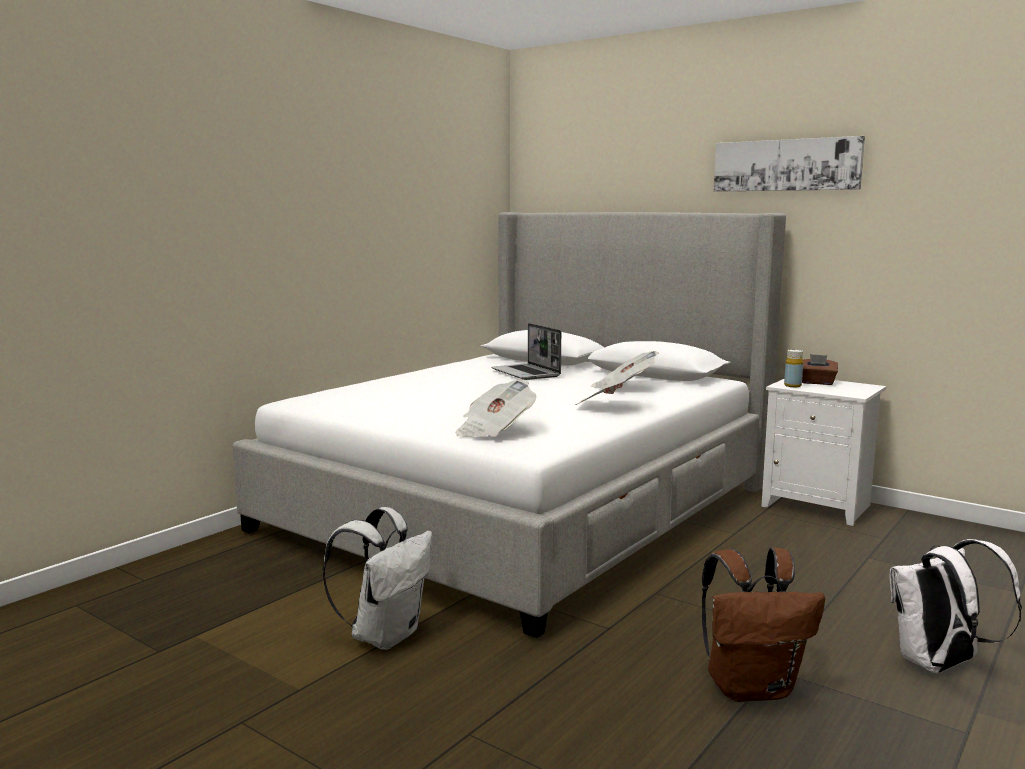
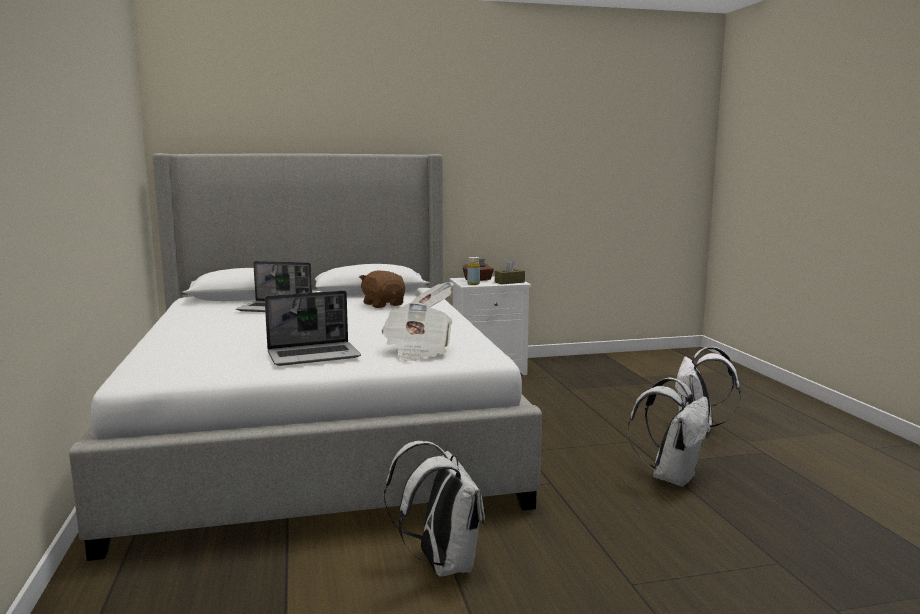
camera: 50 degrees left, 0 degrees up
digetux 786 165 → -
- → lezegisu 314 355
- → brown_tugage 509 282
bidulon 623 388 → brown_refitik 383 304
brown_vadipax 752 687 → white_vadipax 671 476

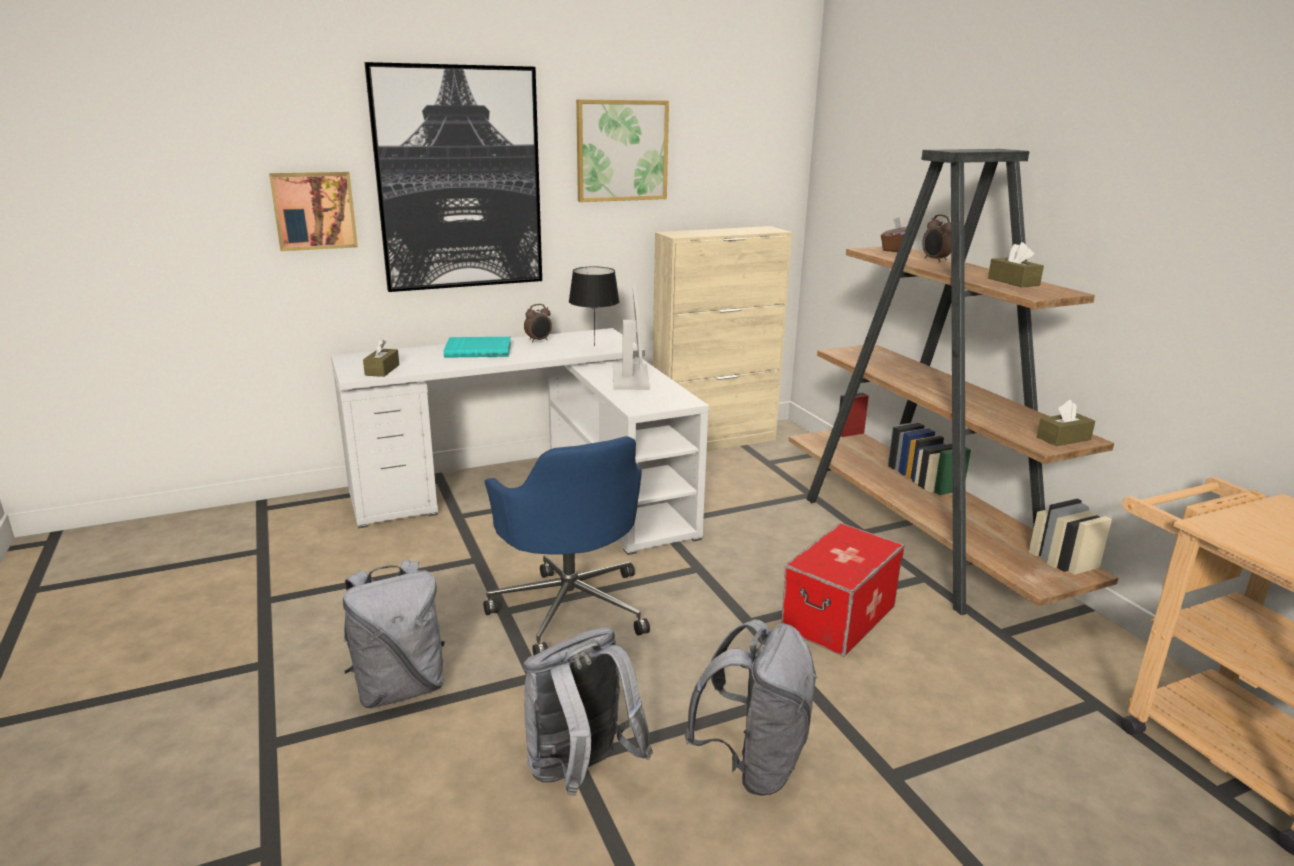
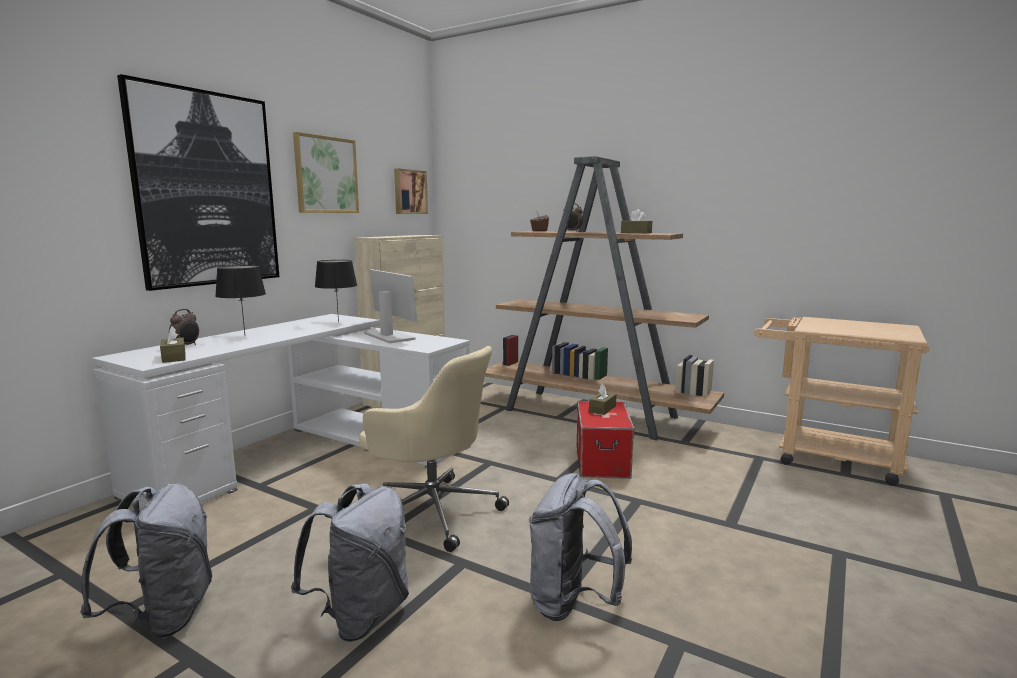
camera: 35 degrees left, 10 degrees down
digetux 314 210 → digetux 409 192, moved
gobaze 538 340 → gobaze 186 346, moved
grey_vadipax 753 763 → grey_vadipax 164 617, moved
brown_tugage 1063 438 → brown_tugage 602 409, moved
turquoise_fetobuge 478 350 → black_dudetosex 244 336
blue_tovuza 570 607 → beige_tovuza 432 512

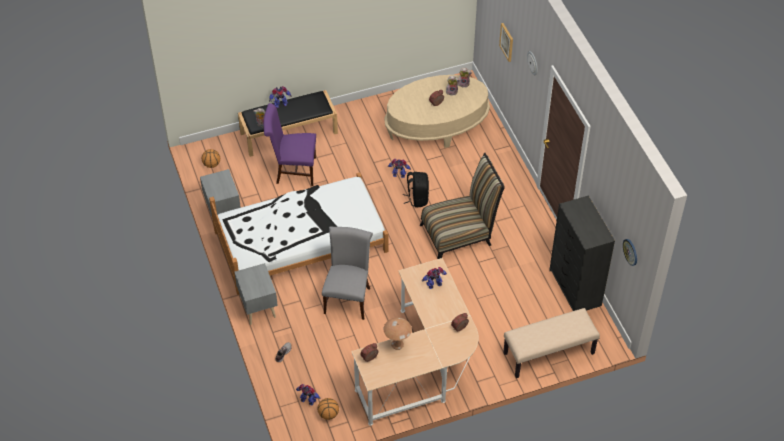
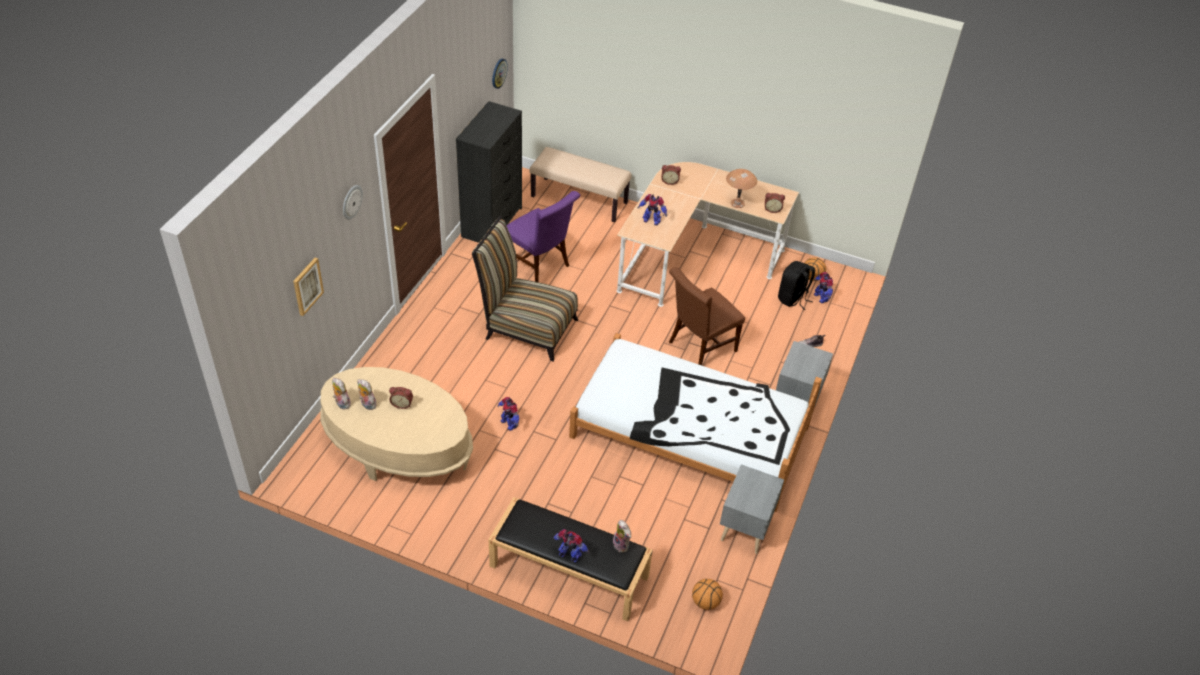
camera: 140 degrees left, 5 degrees down
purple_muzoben 293 170 → purple_muzoben 540 266, moved
black_vadipax 417 198 → black_vadipax 793 298, moved
grey_muzoben 348 298 → brown_muzoben 699 348

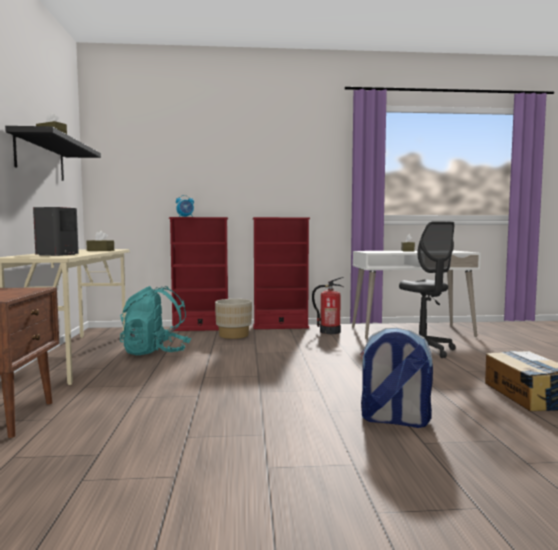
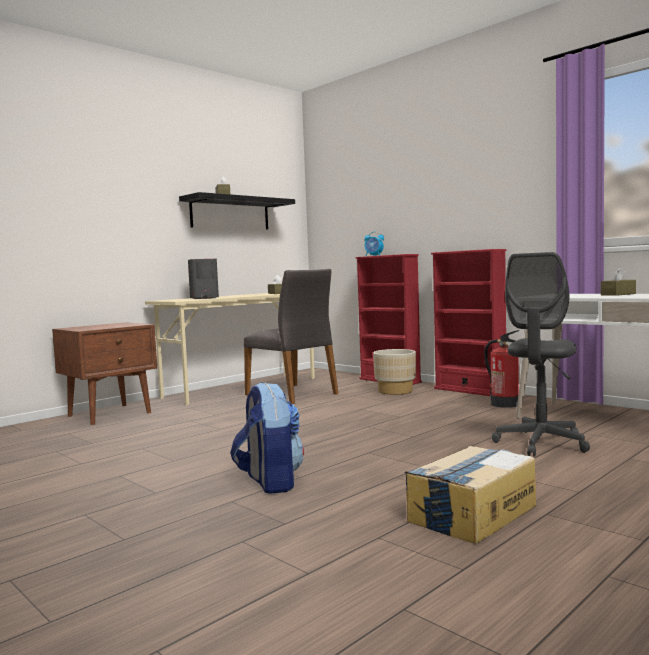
camera: 50 degrees right, 0 degrees up
turquoise_vadipax 155 352 → grey_muzoben 293 394

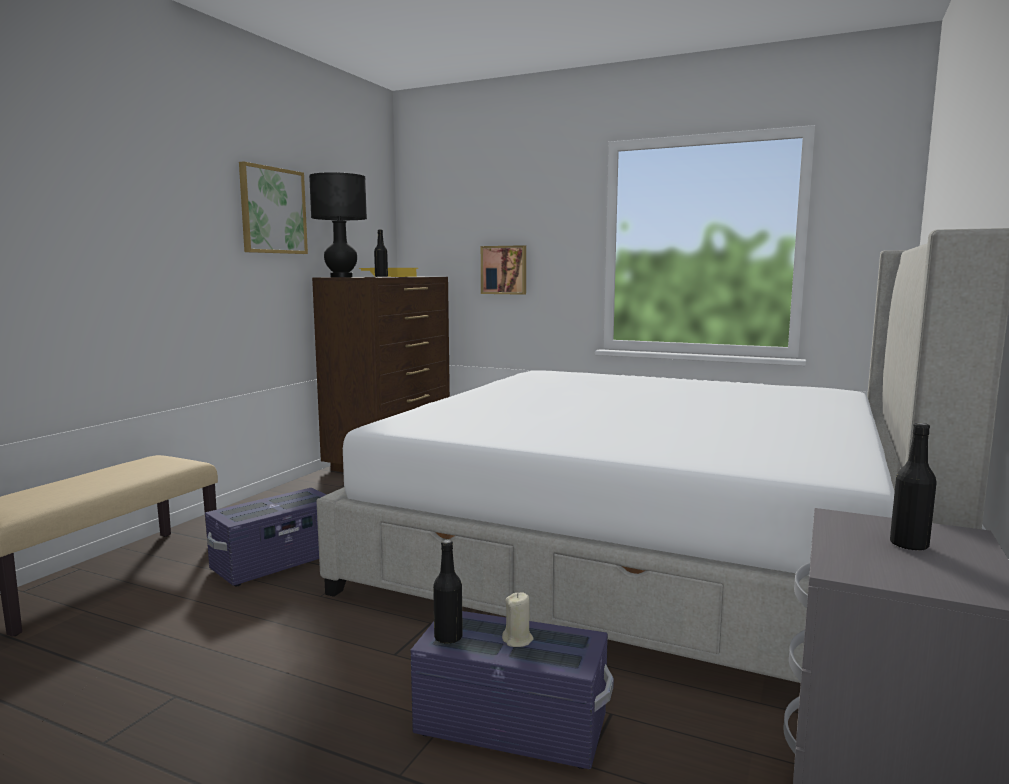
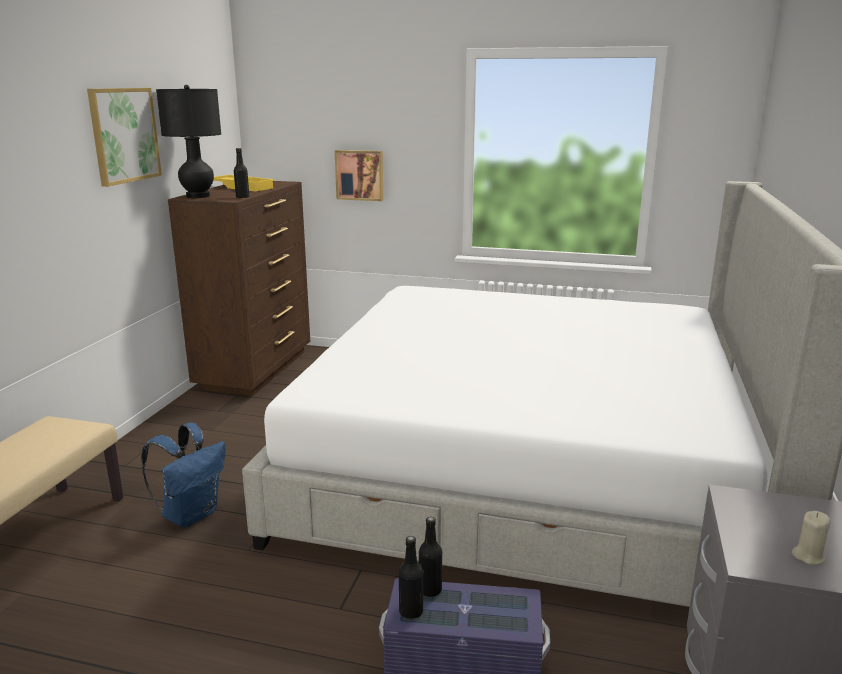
camera: 10 degrees left, 10 degrees up
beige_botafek 518 640 → beige_botafek 808 556, moved
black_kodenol 909 545 → black_kodenol 430 590, moved
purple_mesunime 277 563 → blue_vadipax 191 514

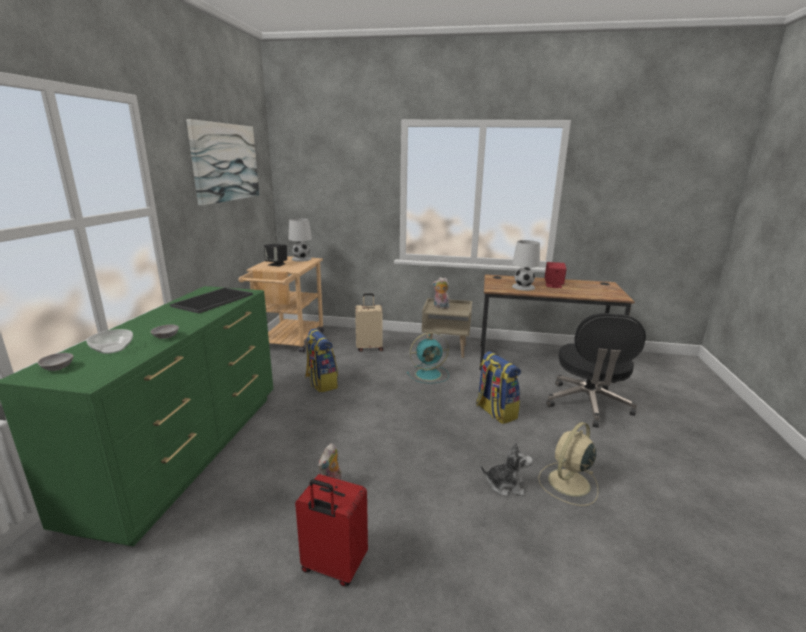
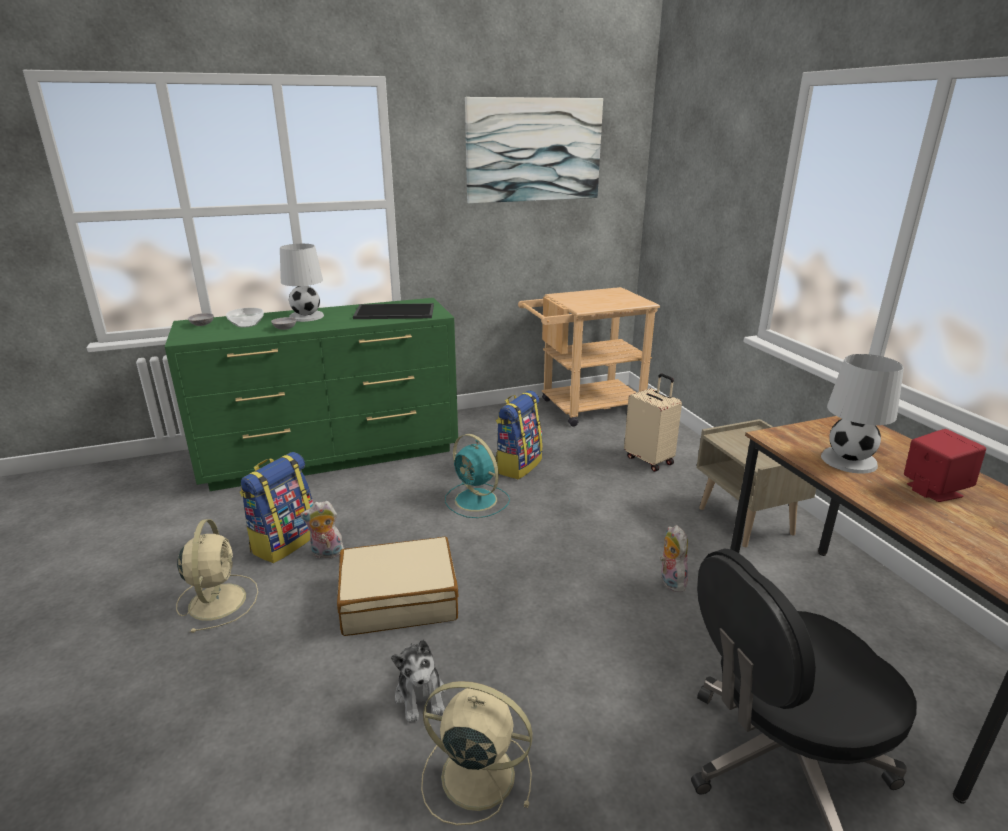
camera: 60 degrees right, 5 degrees up
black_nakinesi 277 264 → -
- → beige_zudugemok 399 599
white_dudetosex 301 259 → white_dudetosex 306 316, moved
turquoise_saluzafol 429 374 → turquoise_saluzafol 477 500, moved
refitik 440 307 → refitik 670 581, moved
vadipax 495 412 → vadipax 284 542, moved
red_zudugemok 333 567 → beige_saluzafol 218 600

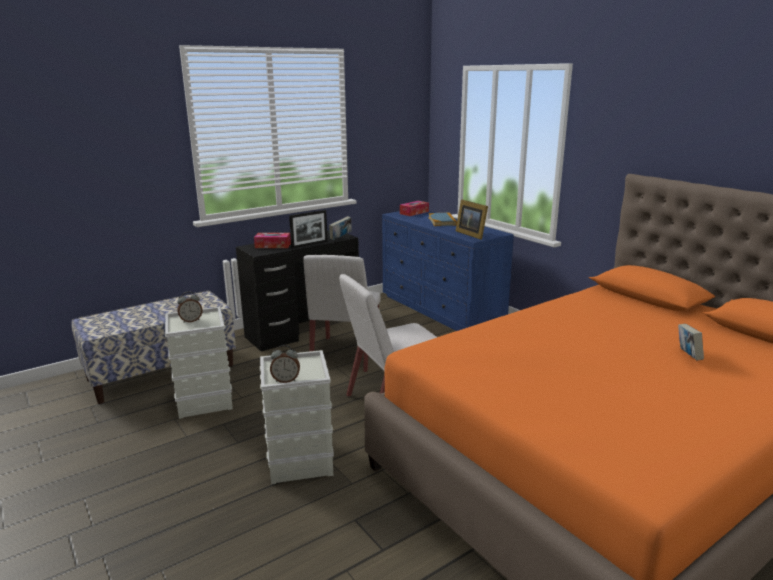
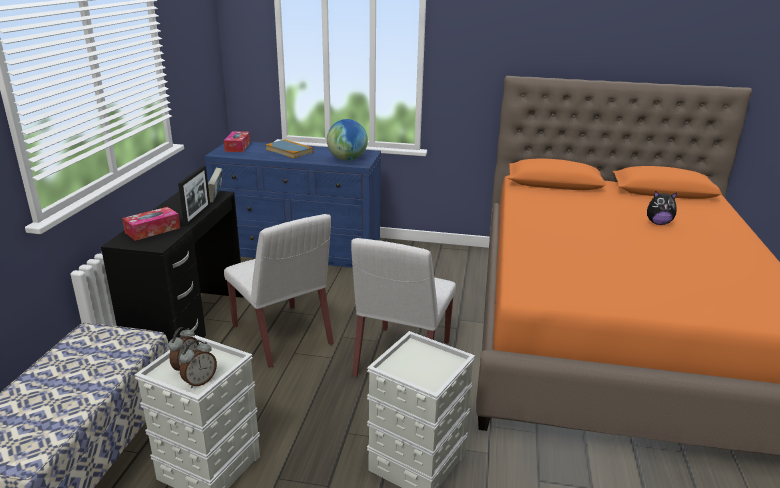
camera: 45 degrees left, 5 degrees up
gobaze 286 380 → gobaze 199 381, moved
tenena 471 234 → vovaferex 347 159
fetobuge 687 356 → refitik 658 223

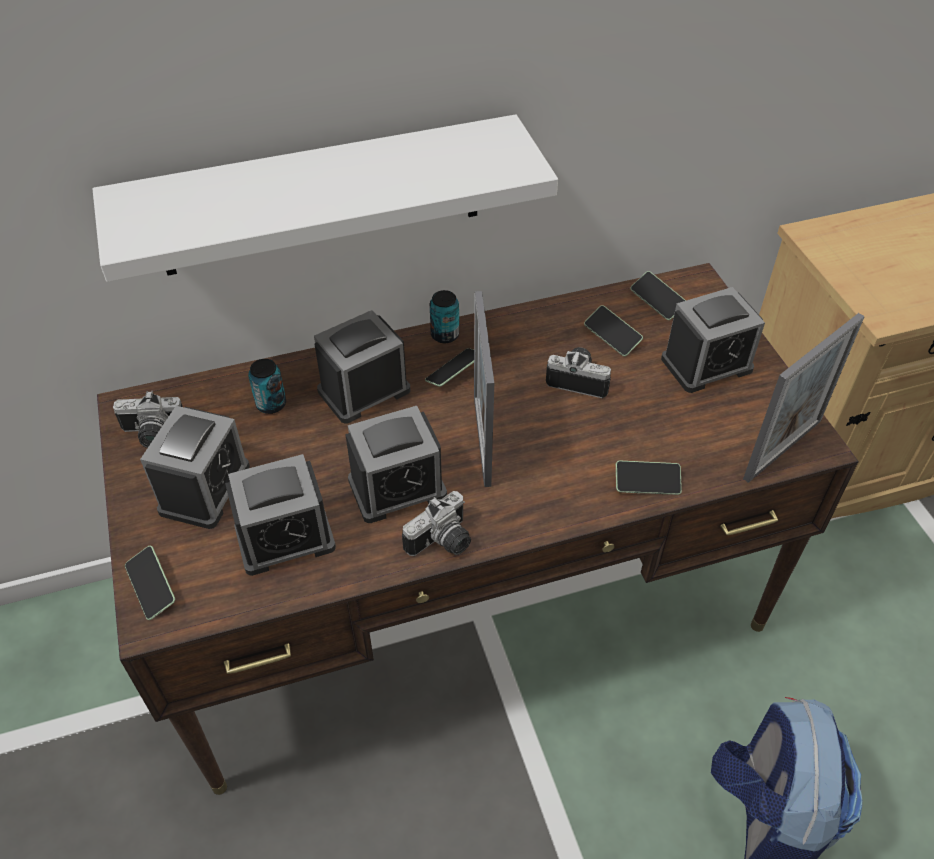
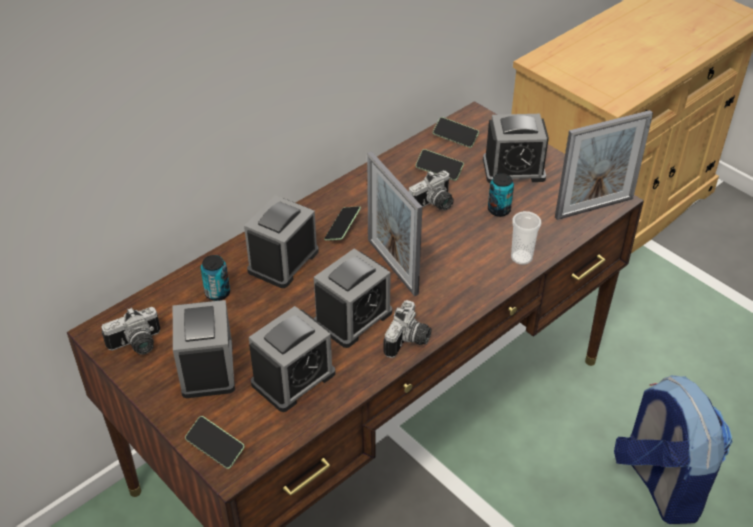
camera: 25 degrees left, 5 degrees down
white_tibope 320 197 → -
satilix 445 335 → satilix 499 210, moved
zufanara 647 483 → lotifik 521 257
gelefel 579 379 → gelefel 434 205, 150 degrees clockwise
gobaze 706 364 → gobaze 513 169, 45 degrees clockwise
tenena 782 449 → tenena 594 208, 45 degrees clockwise

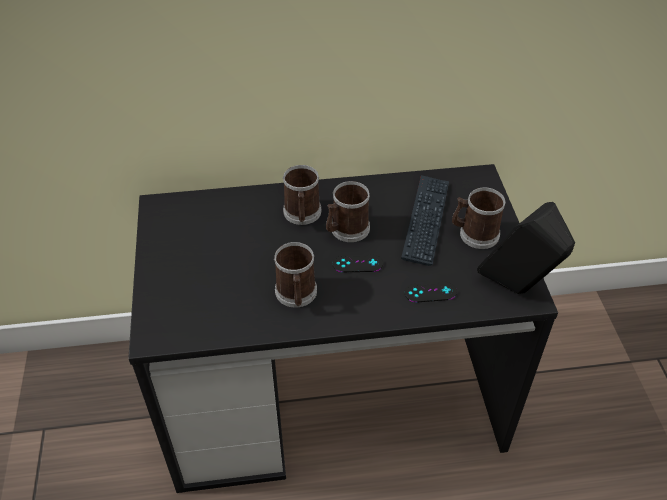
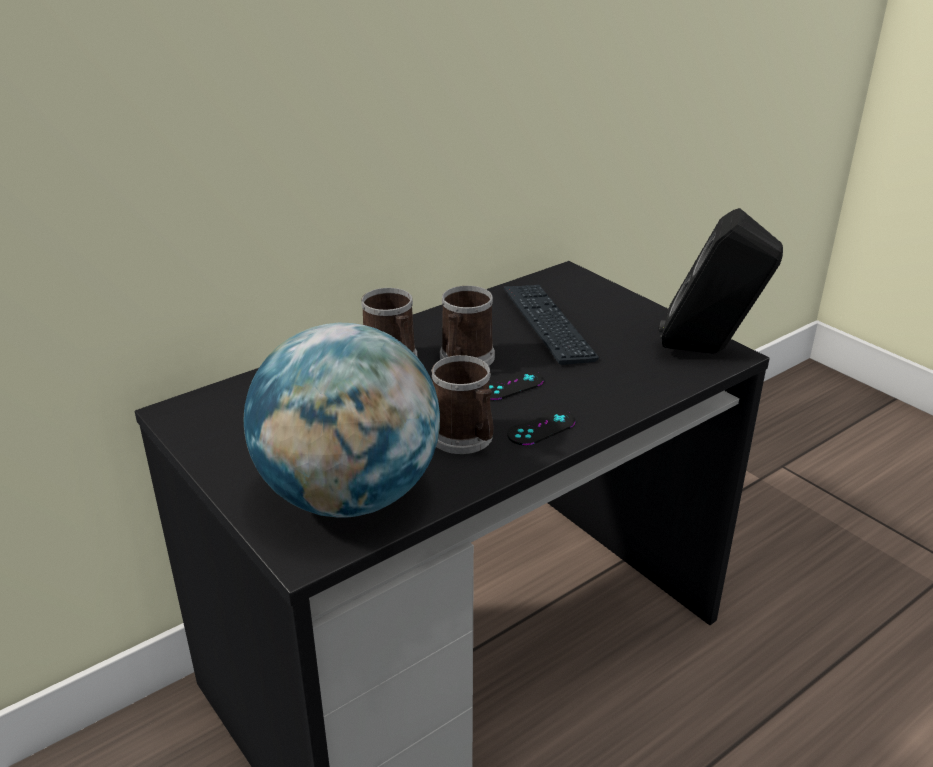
camera: 30 degrees left, 15 degrees down
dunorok 474 234 → -
- → vovaferex 349 496
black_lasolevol 430 292 → black_lasolevol 541 428, moved

